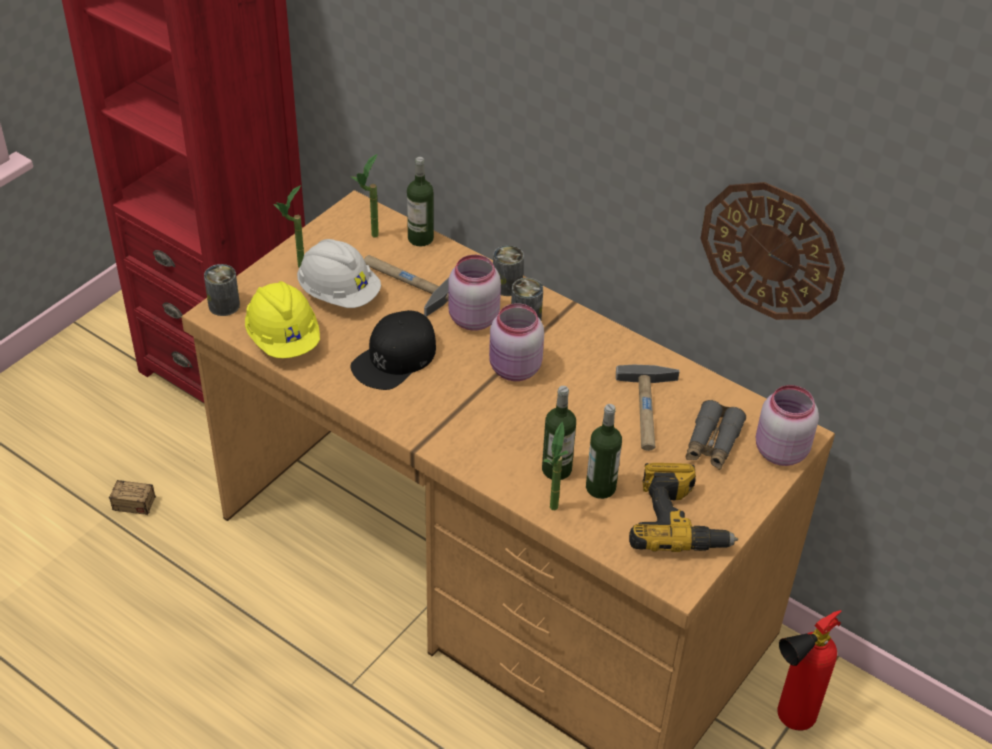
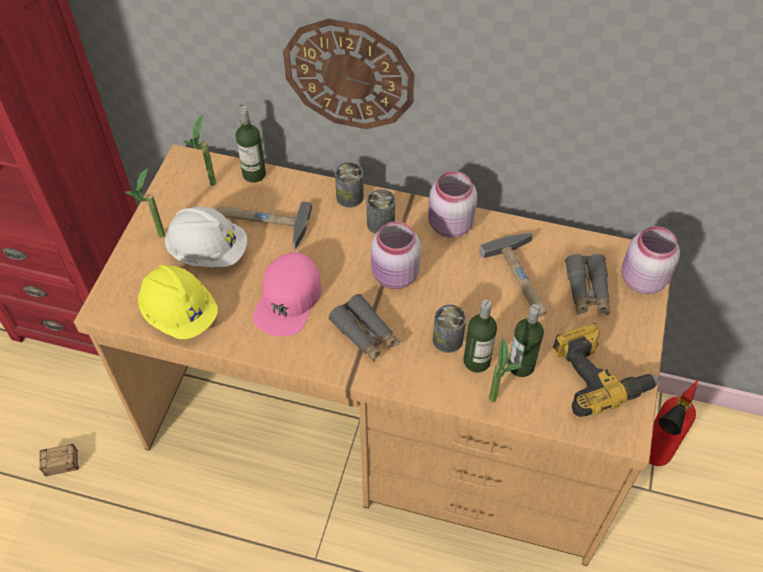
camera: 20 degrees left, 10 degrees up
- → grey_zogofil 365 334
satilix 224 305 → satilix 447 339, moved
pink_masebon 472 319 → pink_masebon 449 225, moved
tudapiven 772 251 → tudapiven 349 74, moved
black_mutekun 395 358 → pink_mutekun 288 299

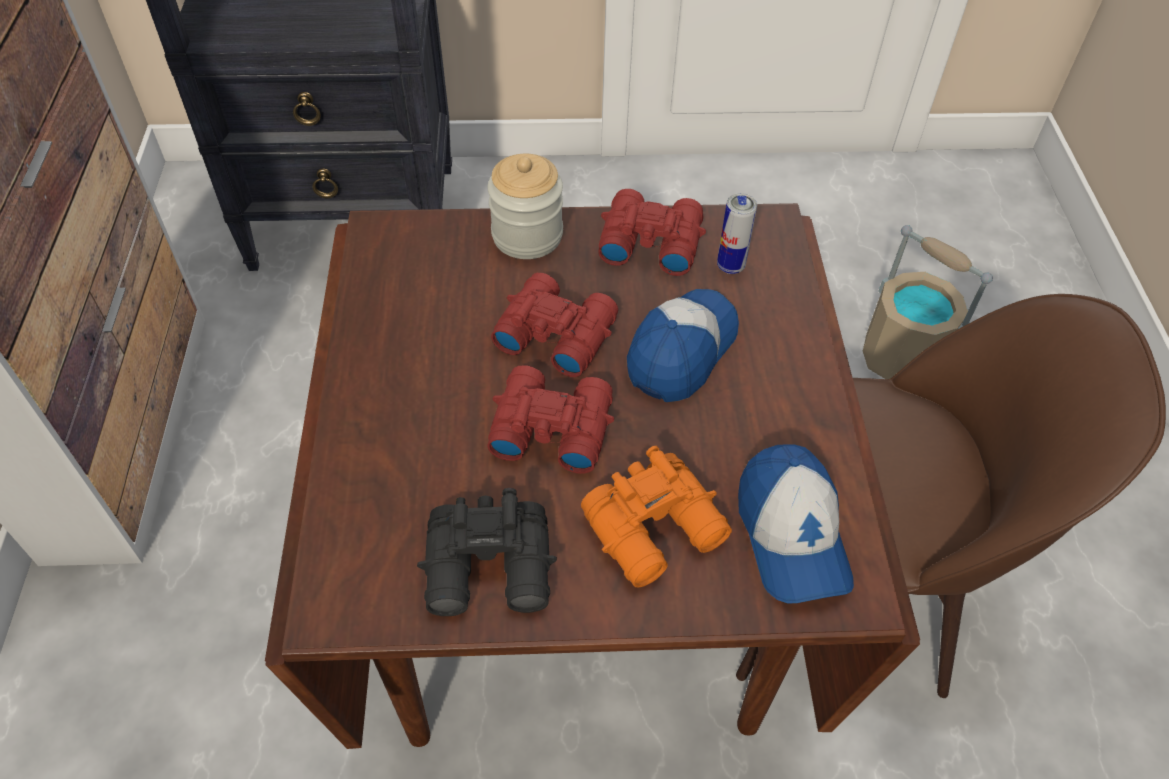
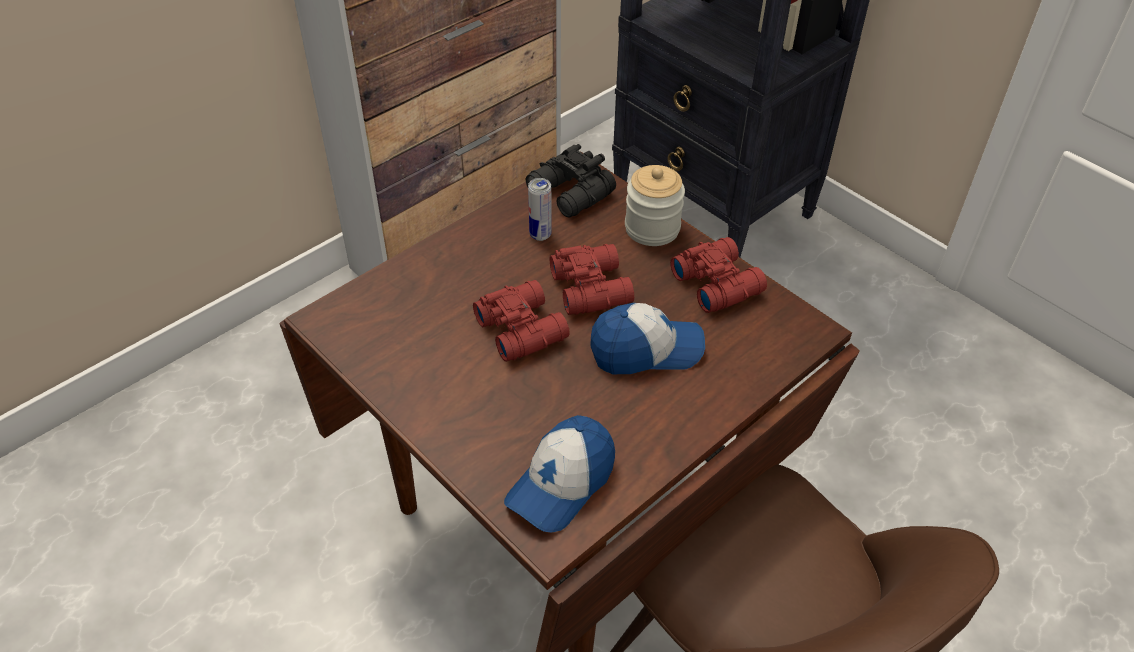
camera: 50 degrees right, 5 degrees down
orange_zogofil 658 530 → -
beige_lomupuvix 902 357 → -
black_zogofil 491 571 → black_zogofil 570 194, moved
satilix 730 266 → satilix 540 235, moved

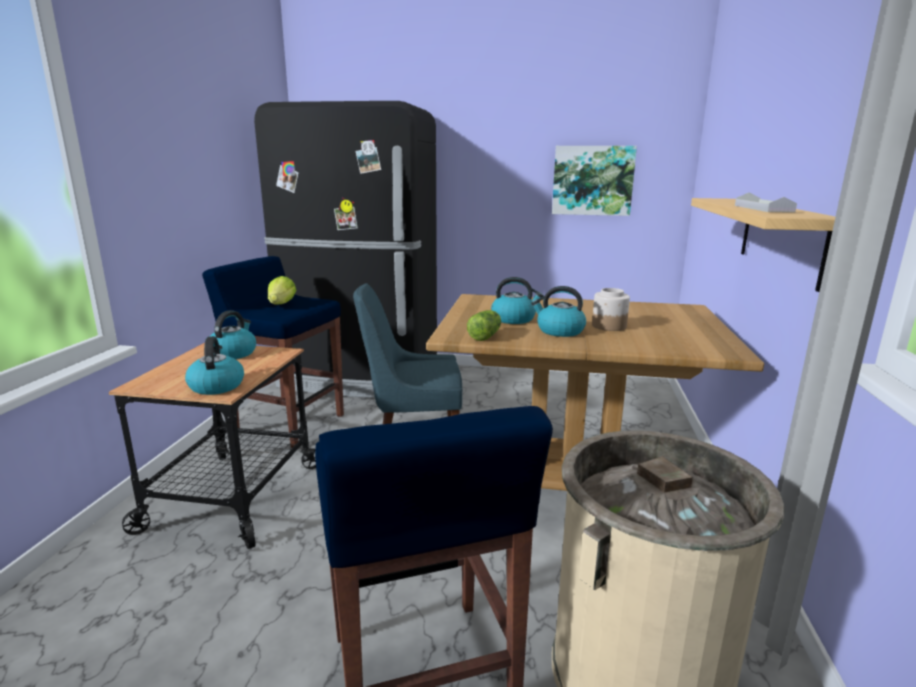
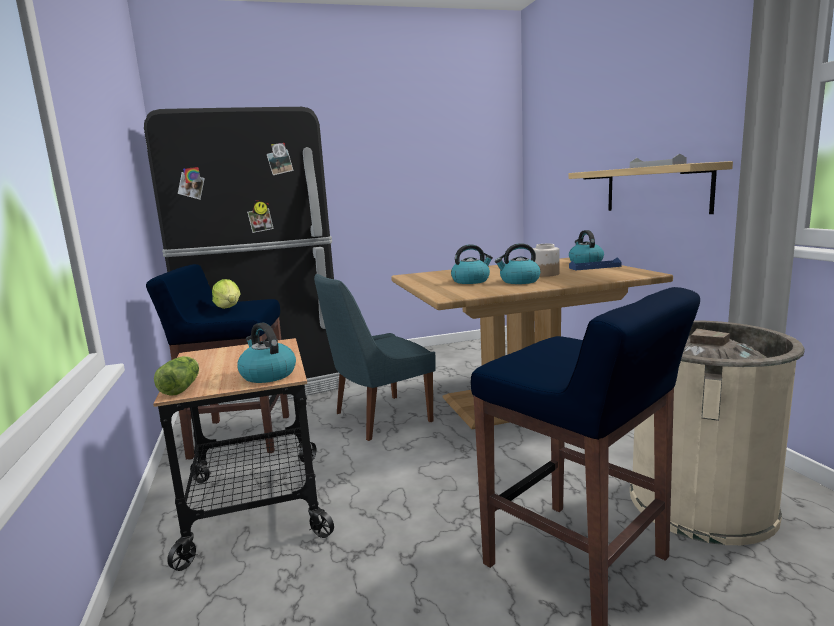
camera: 25 degrees left, 5 degrees down
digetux 592 180 → -
- → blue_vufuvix 595 267
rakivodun 233 353 → rakivodun 585 262, moved
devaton 486 336 → devaton 182 387, moved

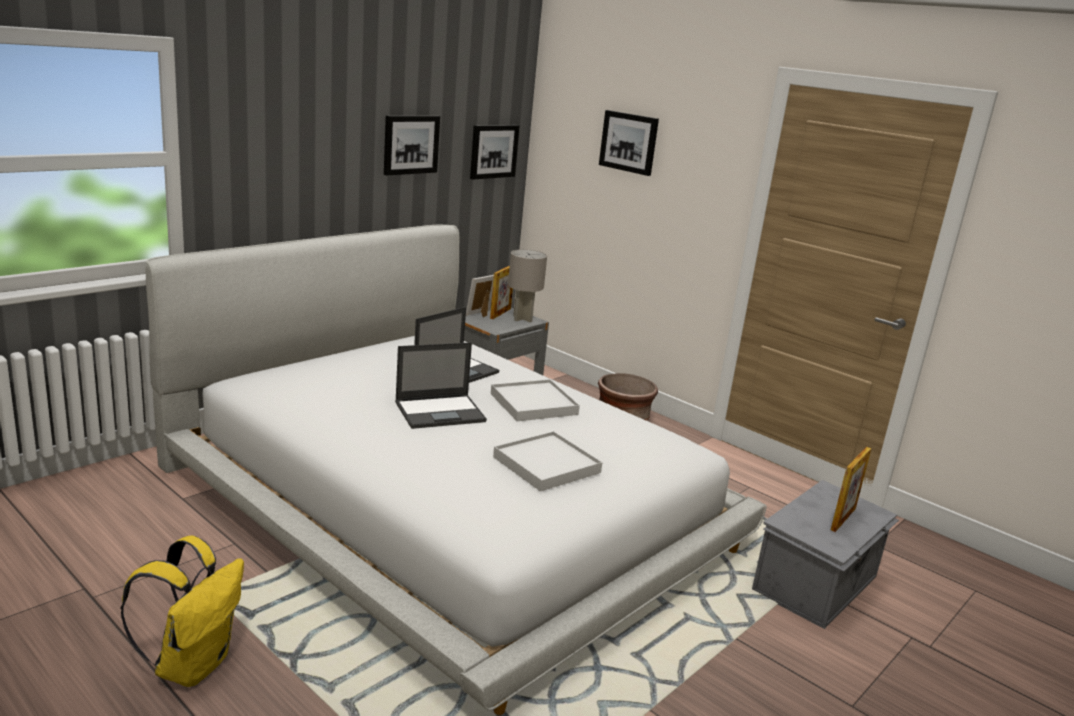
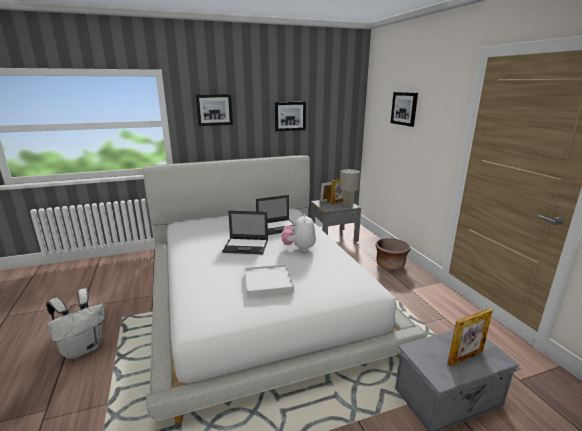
camera: 30 degrees right, 0 degrees up
digetux 493 151 → digetux 214 110, moved
white_vufuvix 534 404 → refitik 299 248
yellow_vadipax 192 664 → white_vadipax 83 348

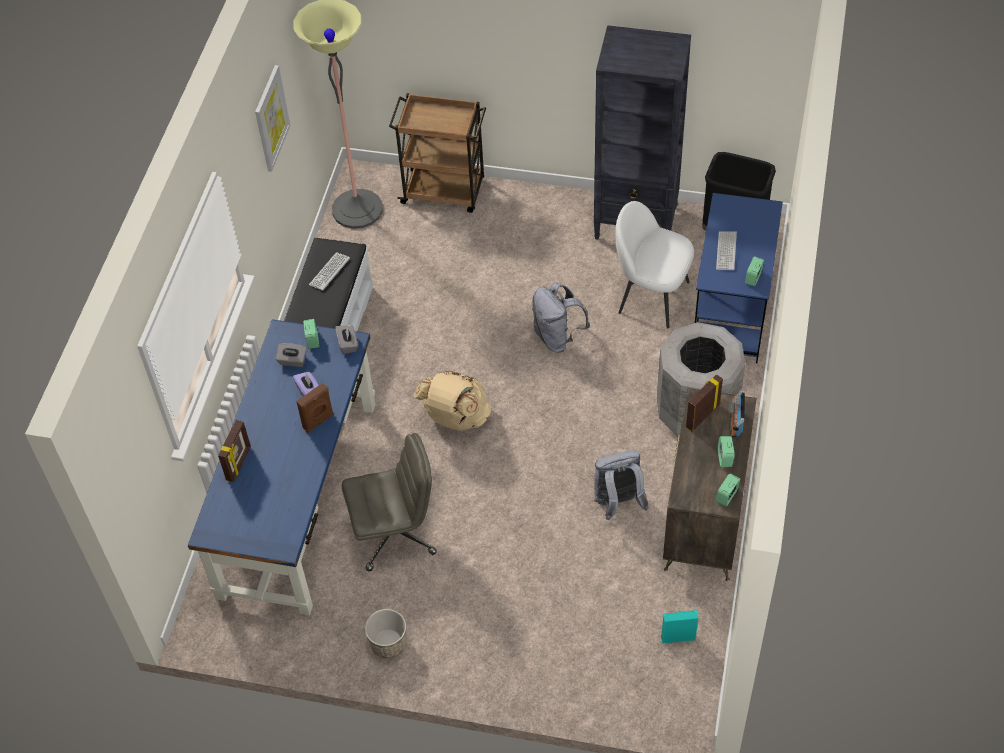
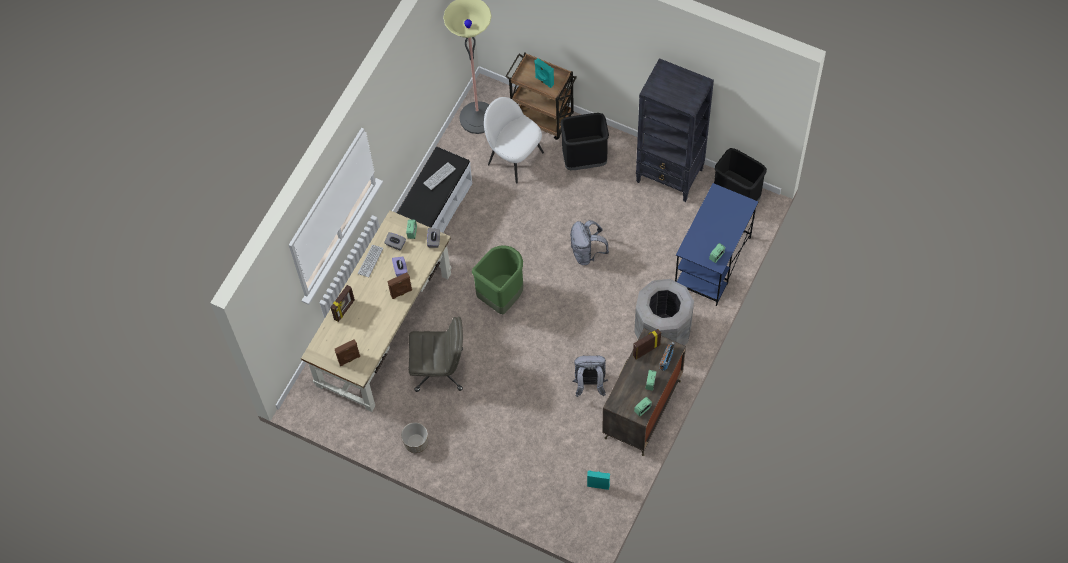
camera: 15 degrees right, 10 degrees up
digetux 271 118 → -
- → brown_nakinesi 349 359
- → turquoise_nakinesi 544 81
- → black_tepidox 584 160
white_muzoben 651 296 → white_muzoben 514 157, moved
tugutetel 726 251 → tugutetel 370 261, moved
beige_vadipax 456 418 → green_tepidox 501 297
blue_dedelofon 298 496 → beige_dedelofon 384 328

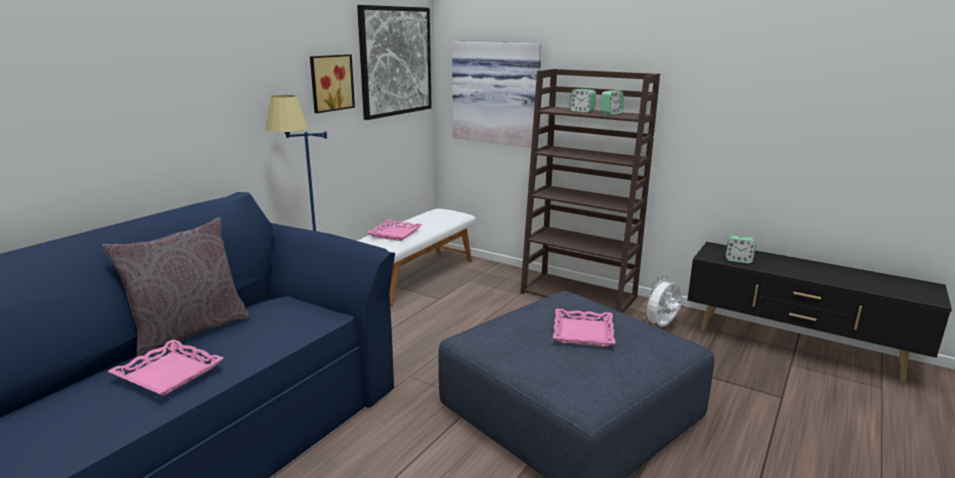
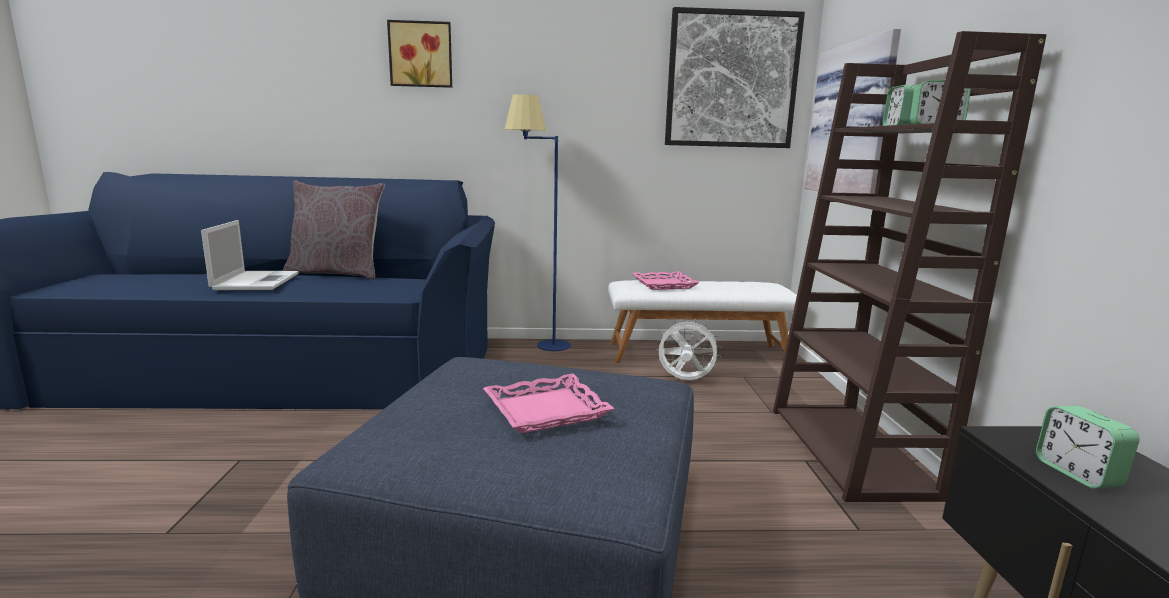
camera: 55 degrees right, 5 degrees down
digetux 330 83 → digetux 421 54, moved
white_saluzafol 661 326 → white_saluzafol 685 381, moved
pink_vufuvix 168 374 → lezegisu 256 281

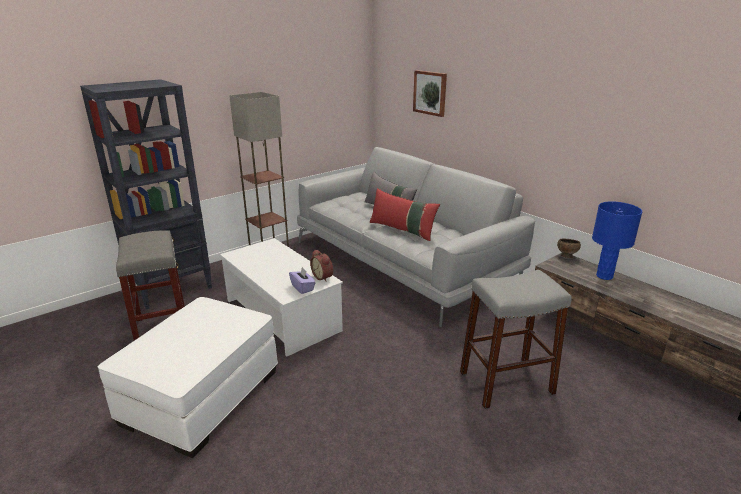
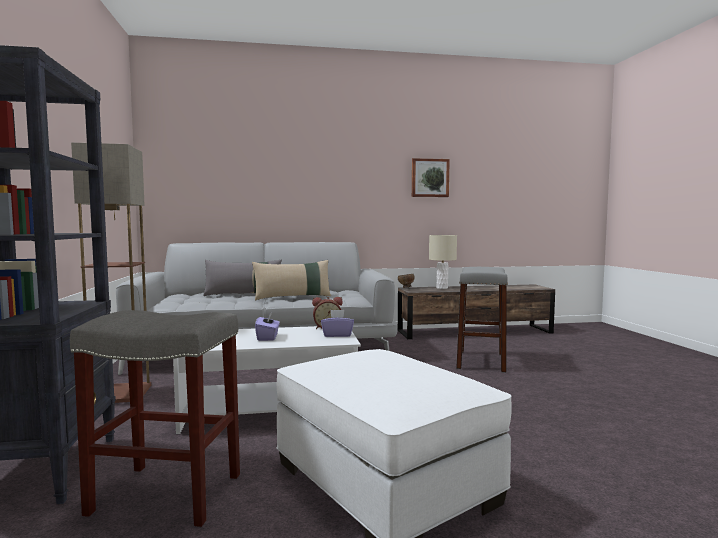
camera: 60 degrees left, 20 degrees down
- → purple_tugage 268 337
digetux 430 93 → digetux 429 178, moved
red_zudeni 402 230 → beige_zudeni 293 297
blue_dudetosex 604 276 → beige_dudetosex 442 288

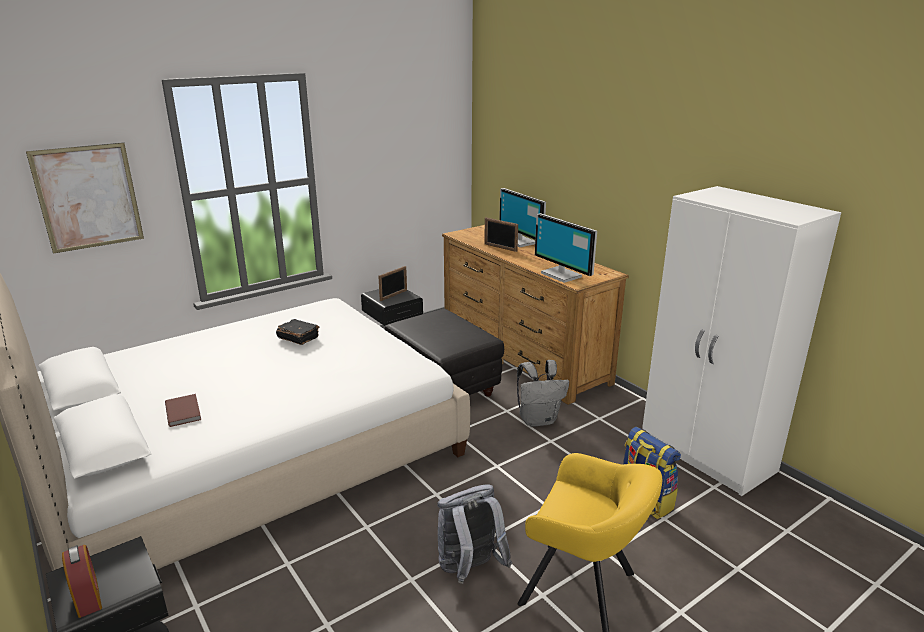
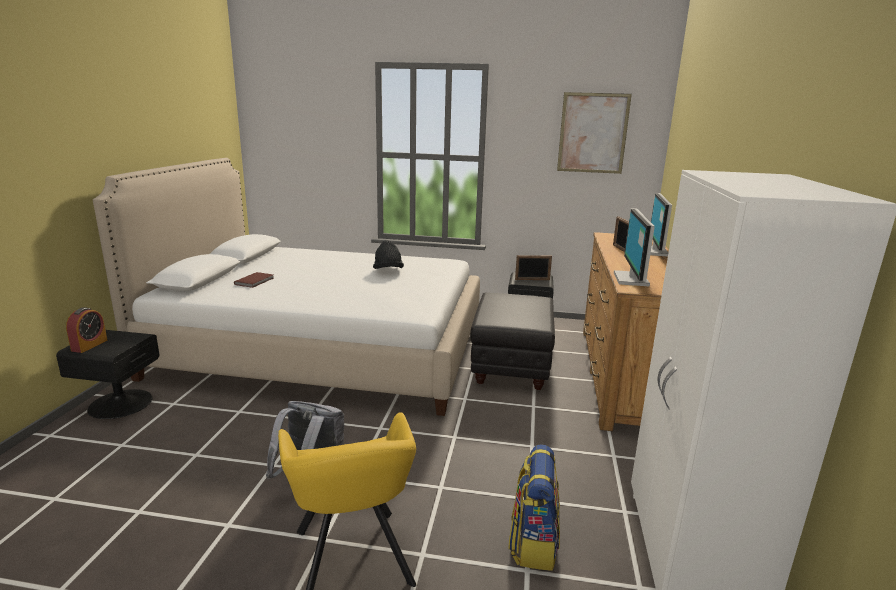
camera: 45 degrees right, 5 degrees down
grey_vadipax 538 420 → -
digetux 88 197 → digetux 593 133, moved
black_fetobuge 298 338 → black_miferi 388 271

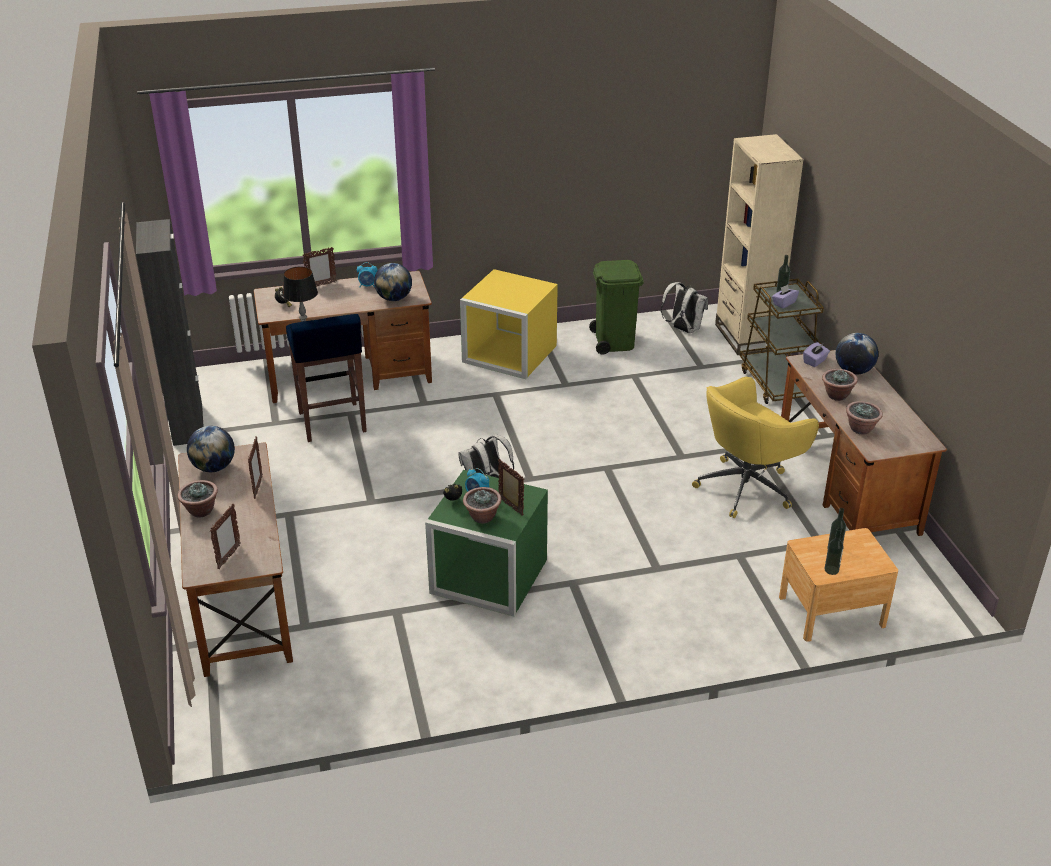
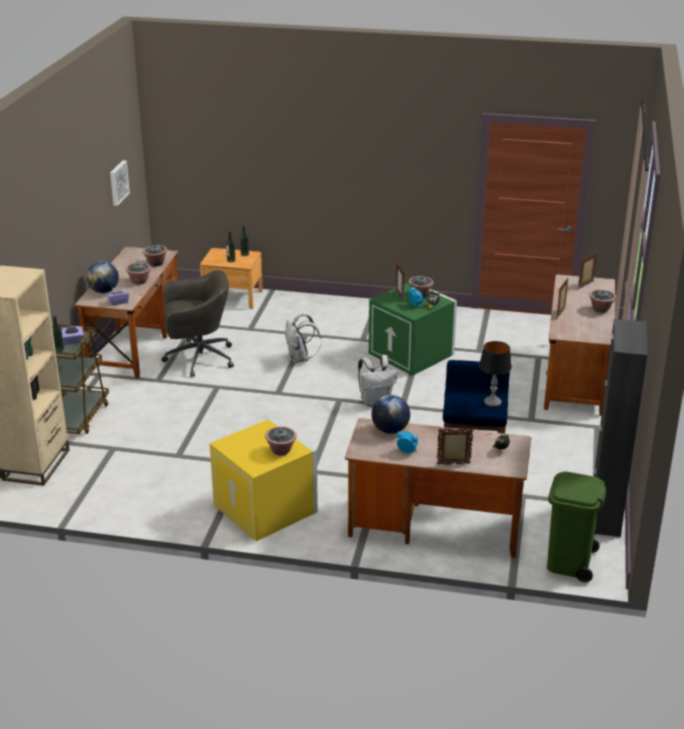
camera: 155 degrees left, 5 degrees down
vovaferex 214 467 → -
- → digetux 118 182
- → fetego 281 451
green_tepidox 614 341 → green_tepidox 569 563, moved
white_vadipax 683 329 → white_vadipax 300 359, moved
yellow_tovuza 747 487 → grey_tovuza 198 359

